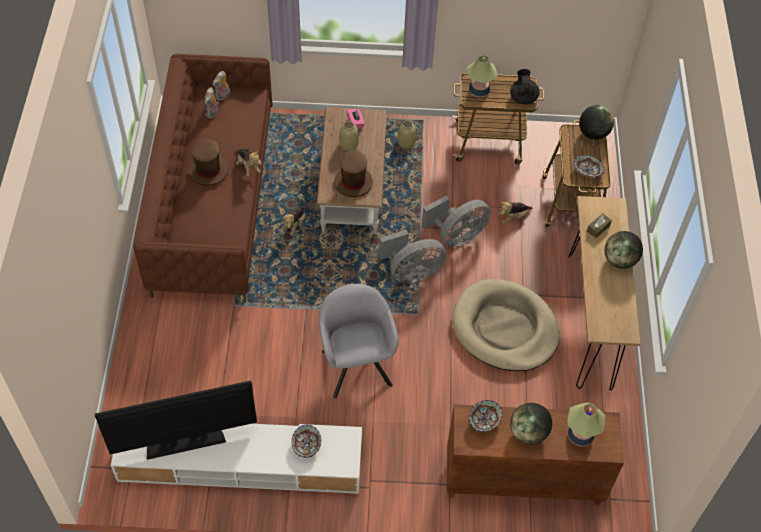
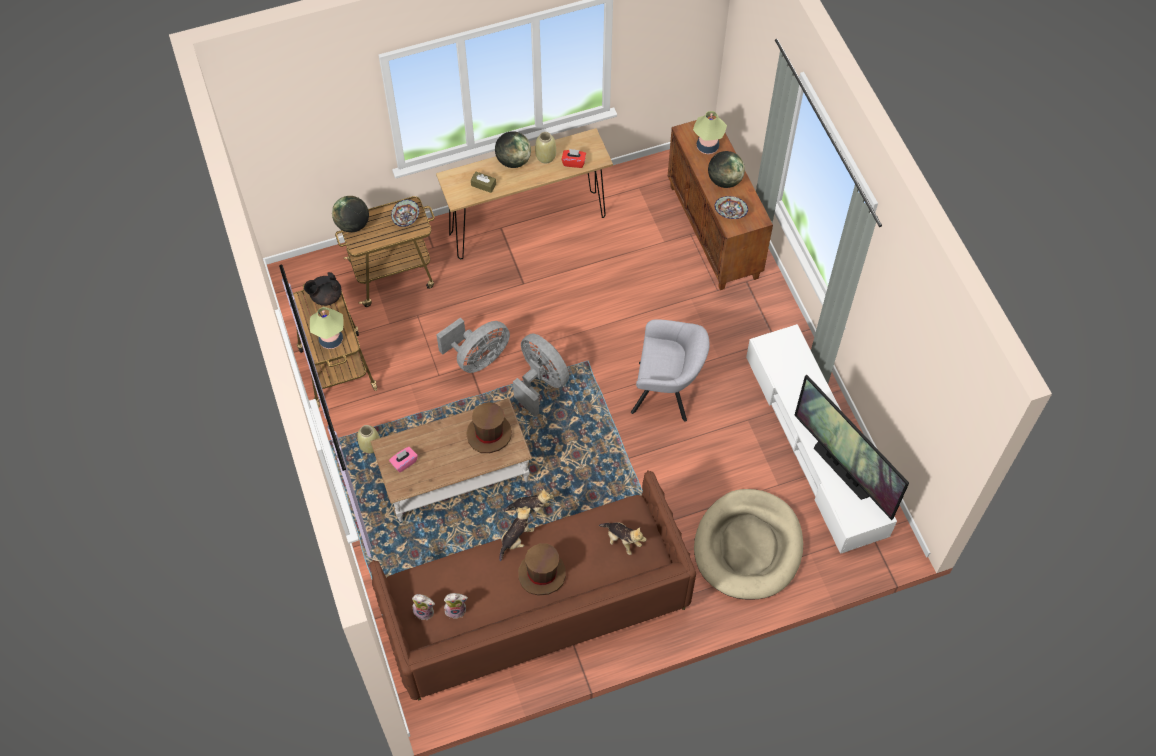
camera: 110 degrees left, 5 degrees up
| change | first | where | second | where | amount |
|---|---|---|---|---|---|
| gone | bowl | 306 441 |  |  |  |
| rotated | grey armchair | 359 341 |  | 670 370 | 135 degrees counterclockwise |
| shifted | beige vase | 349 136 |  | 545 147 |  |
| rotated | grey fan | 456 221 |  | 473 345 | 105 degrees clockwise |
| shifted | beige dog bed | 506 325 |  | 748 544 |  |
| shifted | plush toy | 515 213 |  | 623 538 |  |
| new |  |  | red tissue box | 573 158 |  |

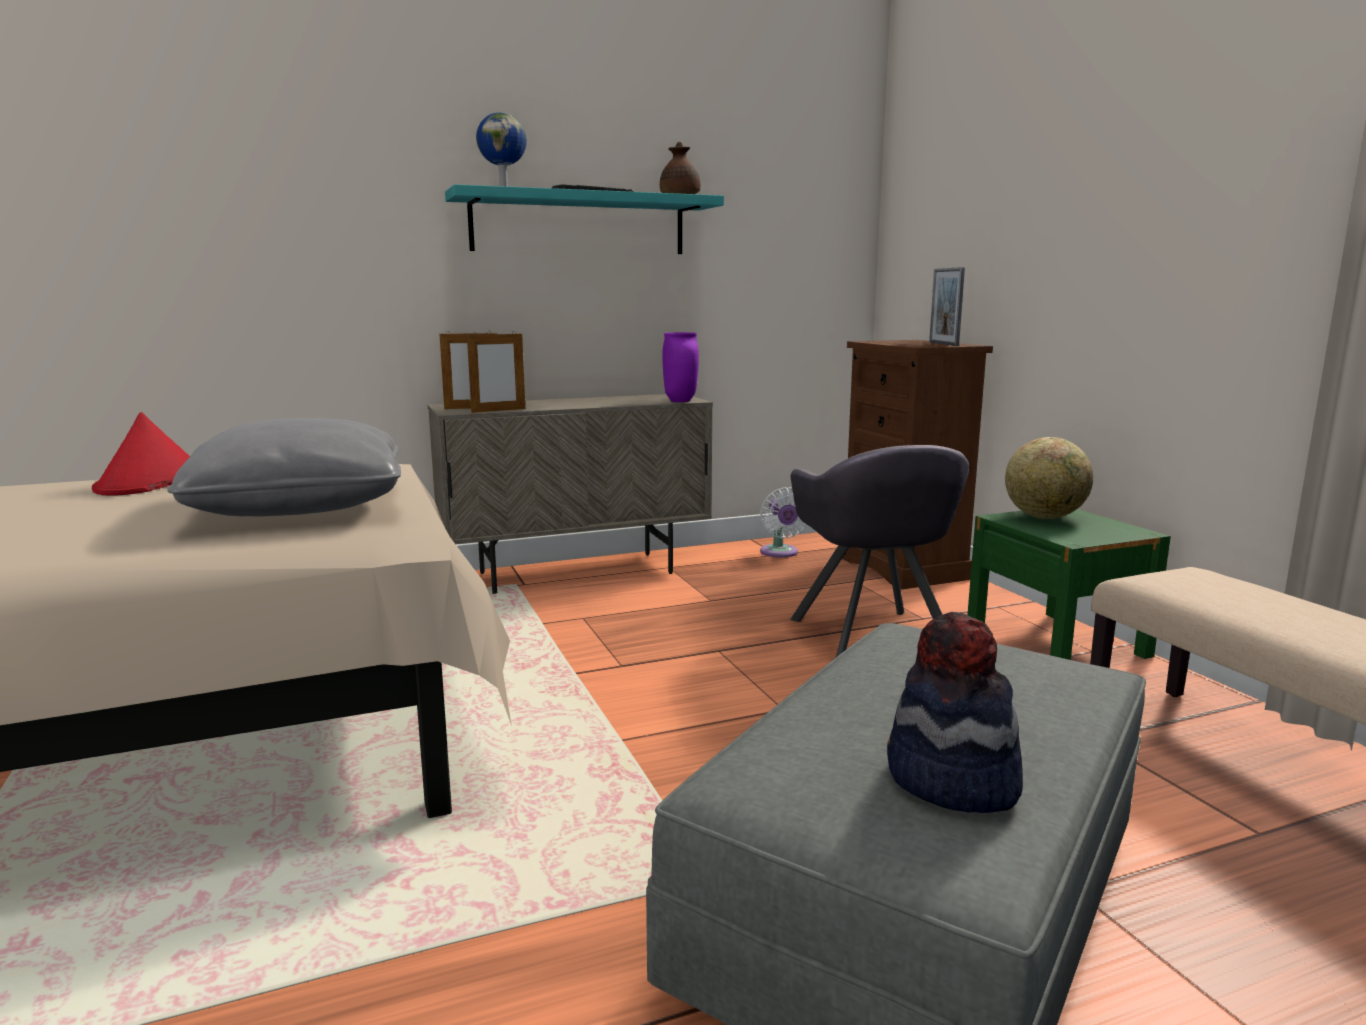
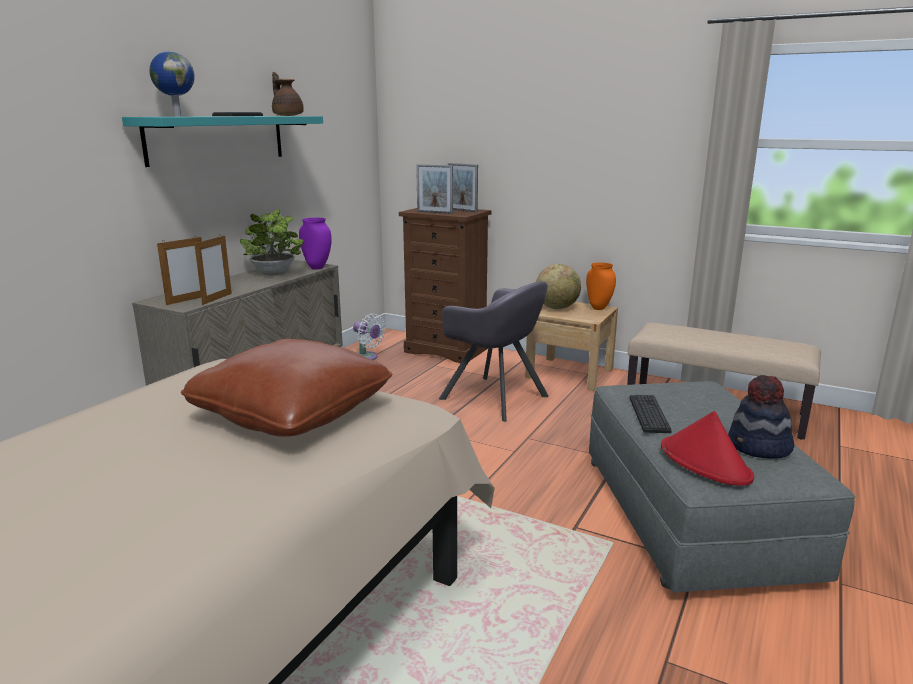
camera: 40 degrees left, 5 degrees up
| change | first | where | second | where | amount |
|---|---|---|---|---|---|
| shifted | red hat | 141 453 |  | 707 448 |  |
| repainted | grey pillow | 284 467 | brown pillow | 286 387 |  |
| repainted | green nightstand | 1069 584 | beige nightstand | 571 346 |  |
| new |  |  | potted plant | 272 242 |  |
| new |  |  | picture frame | 434 189 |  |
| new |  |  | orange vase | 601 286 |  |
| new |  |  | keyboard | 651 414 |  |

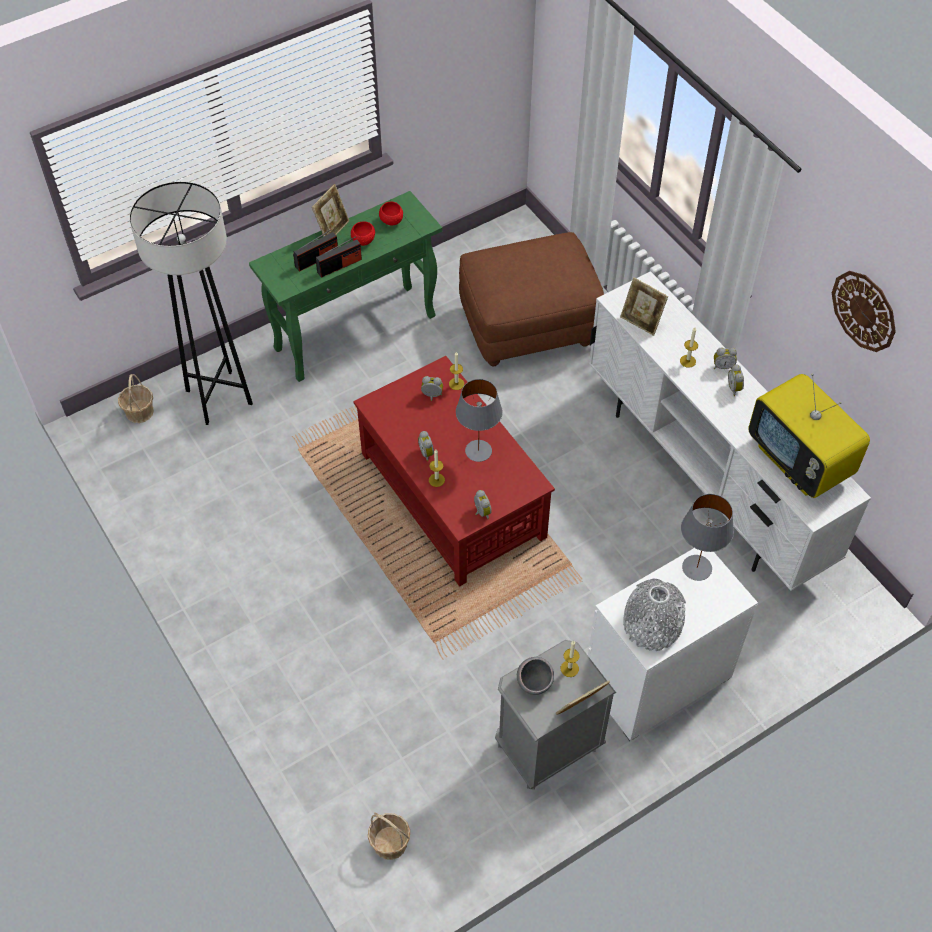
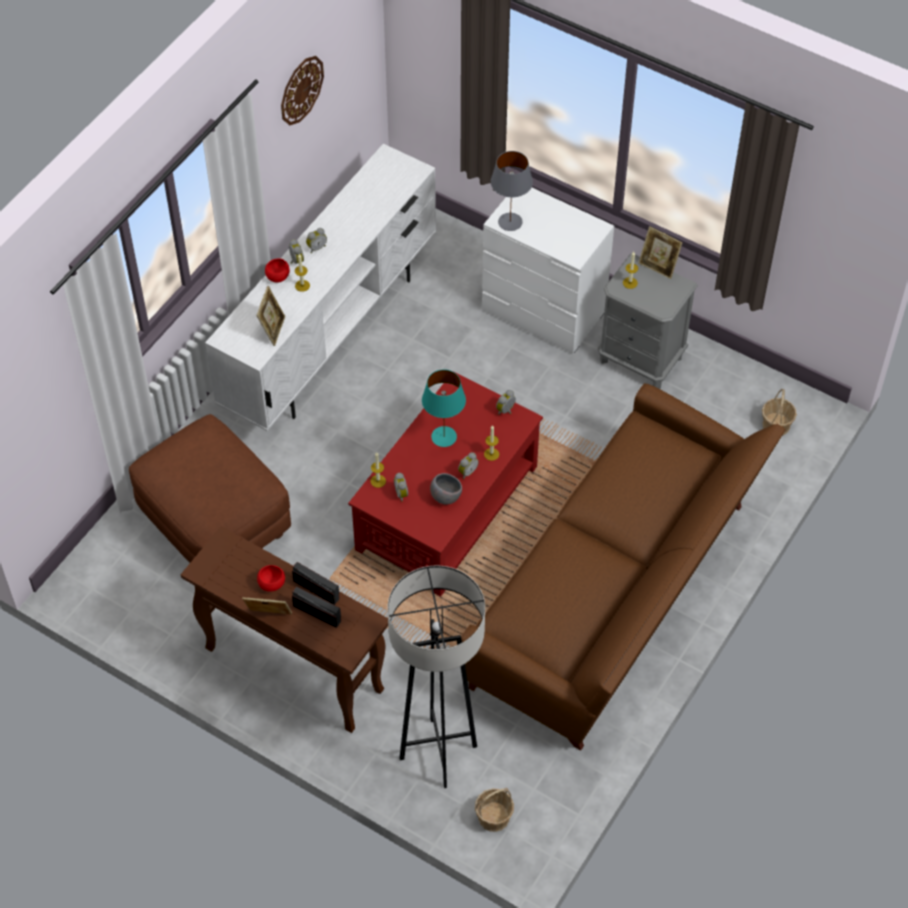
camera: 115 degrees left, 0 degrees up
| change | first | where | second | where | amount |
|---|---|---|---|---|---|
| repainted | green console table | 345 286 | brown console table | 284 629 |  |
| shifted | red bowl | 391 213 |  | 277 270 |  |
| repainted | grey table lamp | 479 420 | turquoise table lamp | 444 408 |  |
| shifted | grey bowl | 535 676 |  | 446 489 |  |
| gone | grey vase | 654 614 |  |  |  |
| gone | television | 809 436 |  |  |  |
| new |  |  | brown sofa | 623 566 |  |

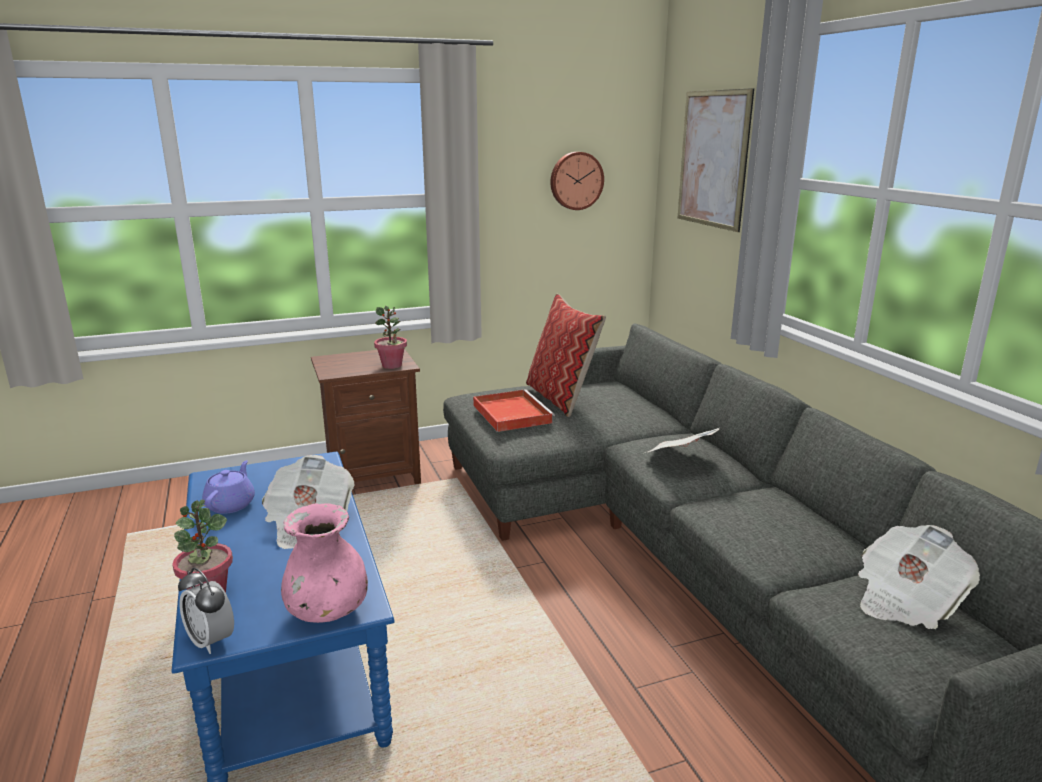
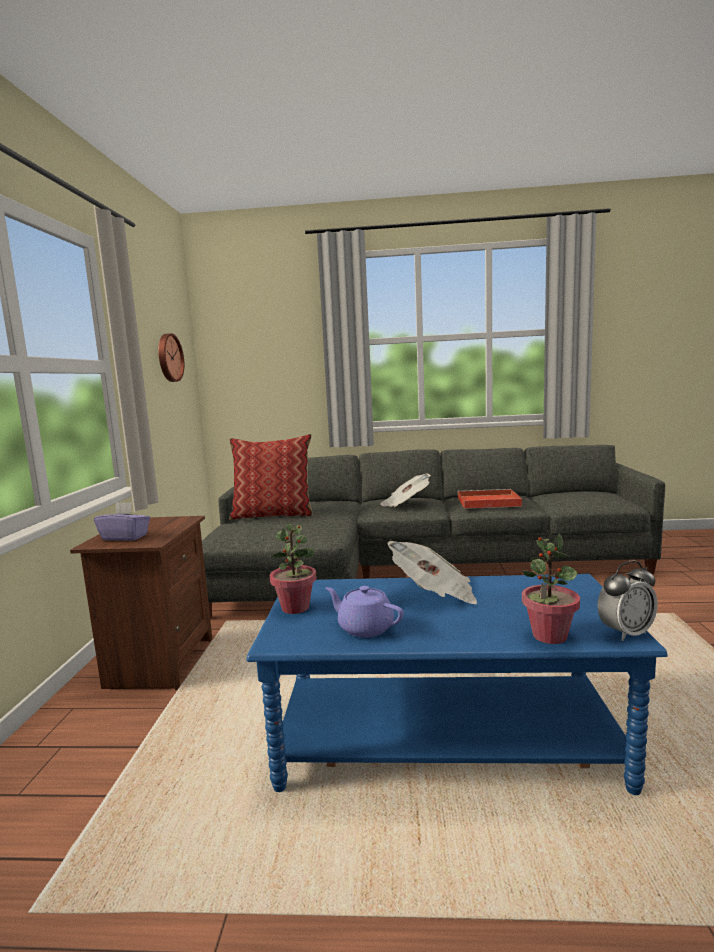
camera: 65 degrees left, 10 degrees down
| change | first | where | second | where | amount |
|---|---|---|---|---|---|
| gone | pink vase | 324 563 |  |  |  |
| shifted | potted plant | 390 337 |  | 293 569 |  |
| shifted | red tray | 514 410 |  | 490 499 |  |
| gone | picture | 716 160 |  |  |  |
| gone | newspaper | 919 577 |  |  |  |
| new |  |  | purple tissue box | 122 521 |  |

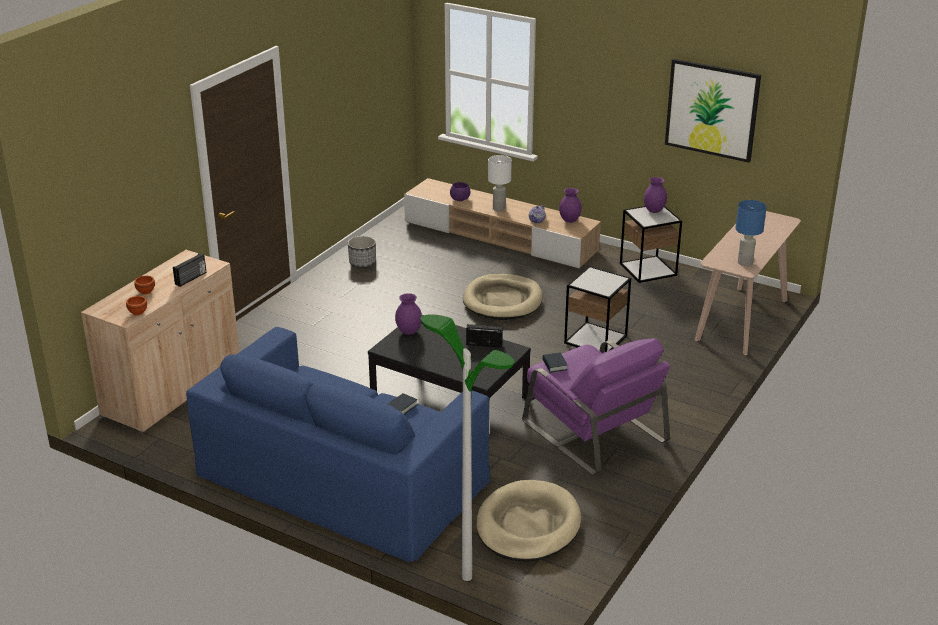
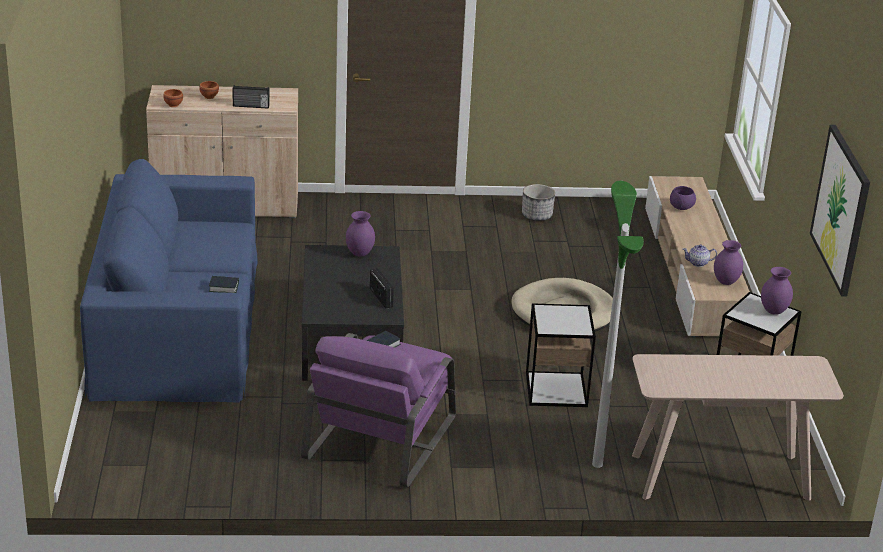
camera: 55 degrees right, 0 degrees up
| change | first | where | second | where | amount |
|---|---|---|---|---|---|
| shifted | floor lamp | 467 447 |  | 618 324 |  |
| gone | beige dog bed | 528 521 |  |  |  |
| gone | white table lamp | 500 183 |  |  |  |
| gone | blue table lamp | 751 233 |  |  |  |

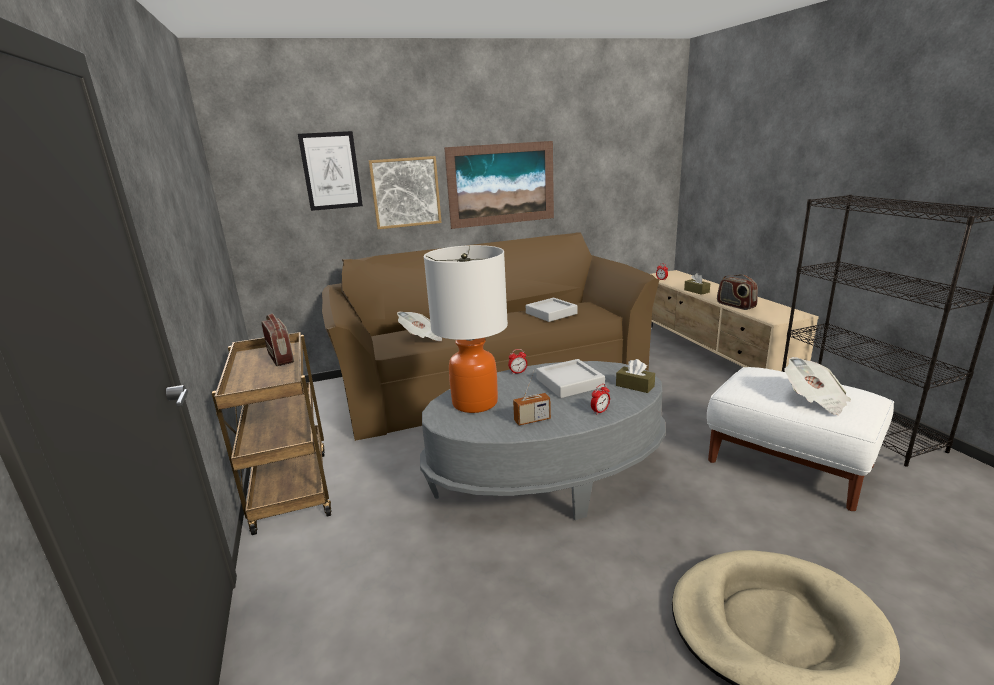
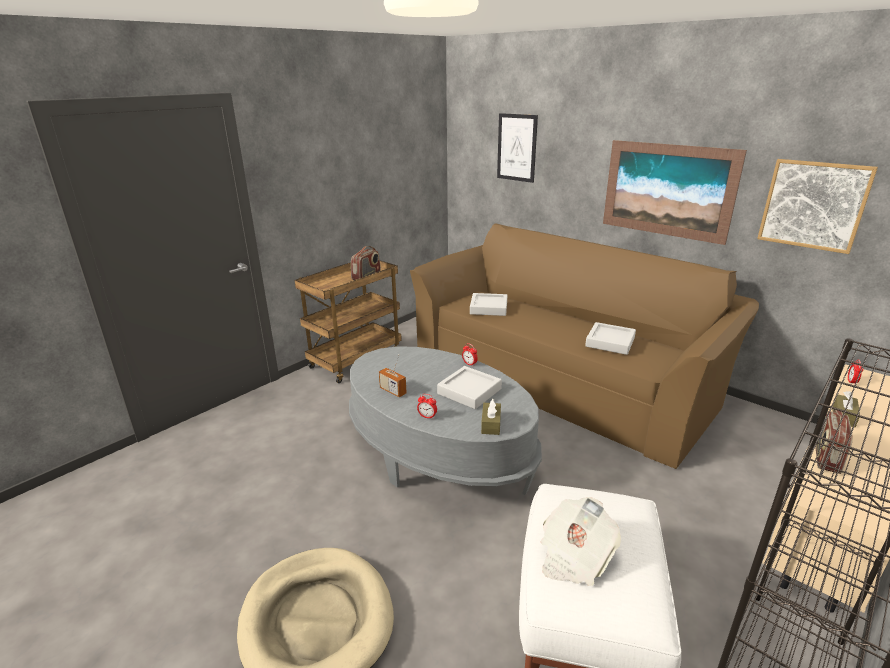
camera: 60 degrees right, 5 degrees up
| change | first | where | second | where | amount |
|---|---|---|---|---|---|
| shifted | picture | 405 192 |  | 817 206 |  |
| swapped | newspaper | 419 326 | grey tray | 488 304 |  |
| gone | table lamp | 466 329 |  |  |  |

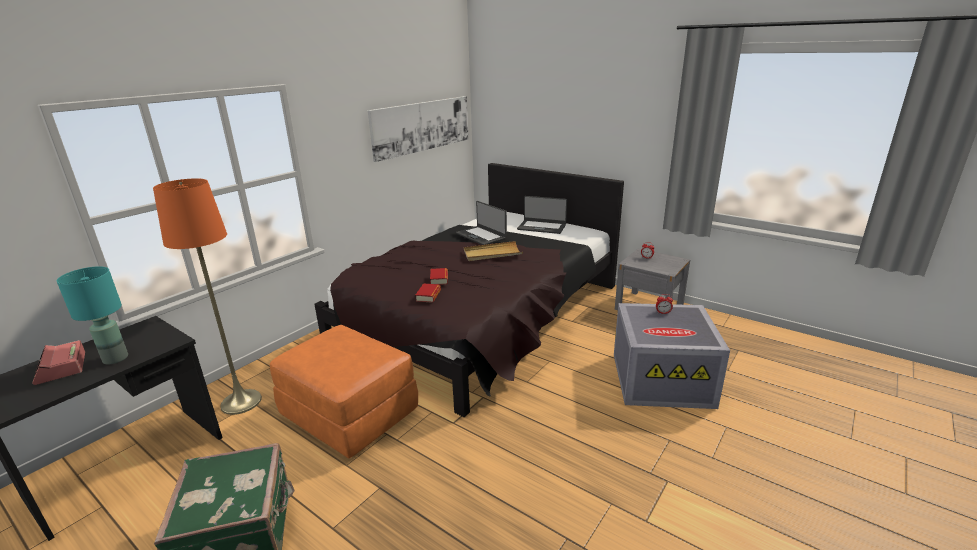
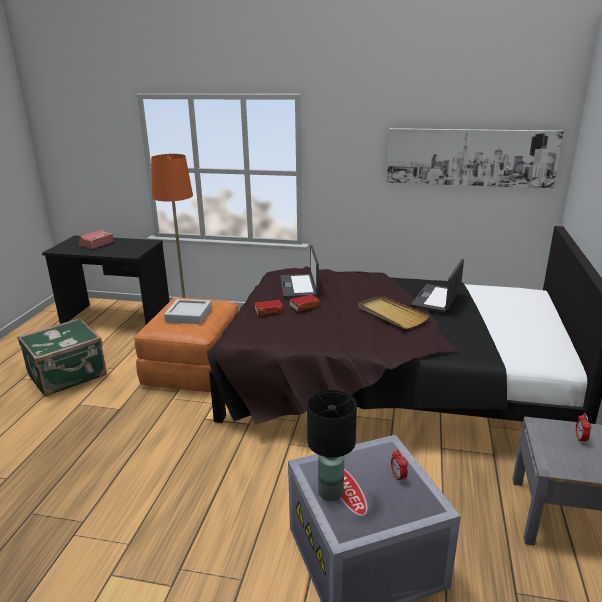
camera: 65 degrees right, 0 degrees up
| change | first | where | second | where | amount |
|---|---|---|---|---|---|
| gone | turquoise table lamp | 92 315 |  |  |  |
| shifted | laptop | 542 215 |  | 299 271 |  |
| new |  |  | grey tray | 188 311 |  |
| new |  |  | black table lamp | 332 445 |  |

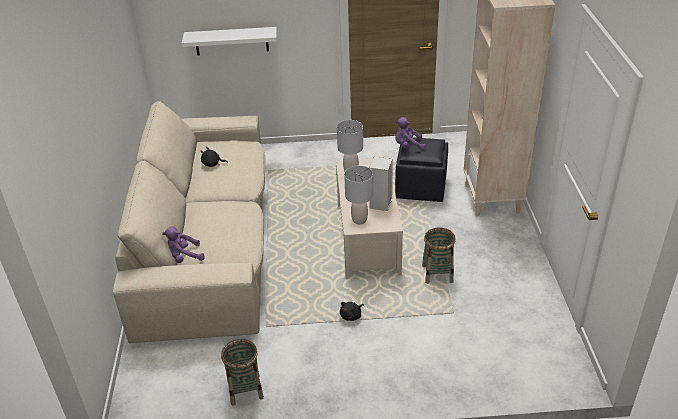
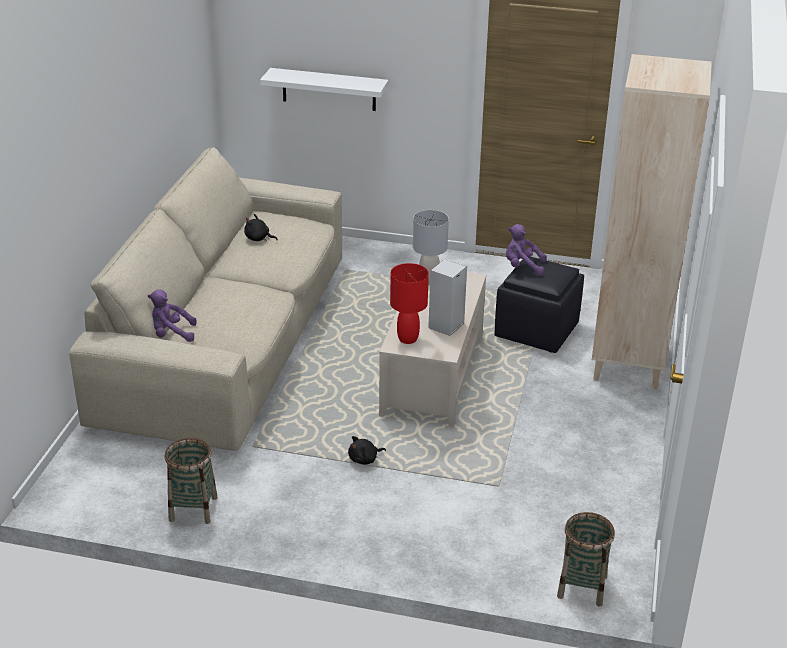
camera: 15 degrees right, 5 degrees down
| change | first | where | second | where | amount |
|---|---|---|---|---|---|
| repainted | grey table lamp | 358 195 | red table lamp | 409 303 |  |
| shifted | basket | 439 255 |  | 586 559 |  |

